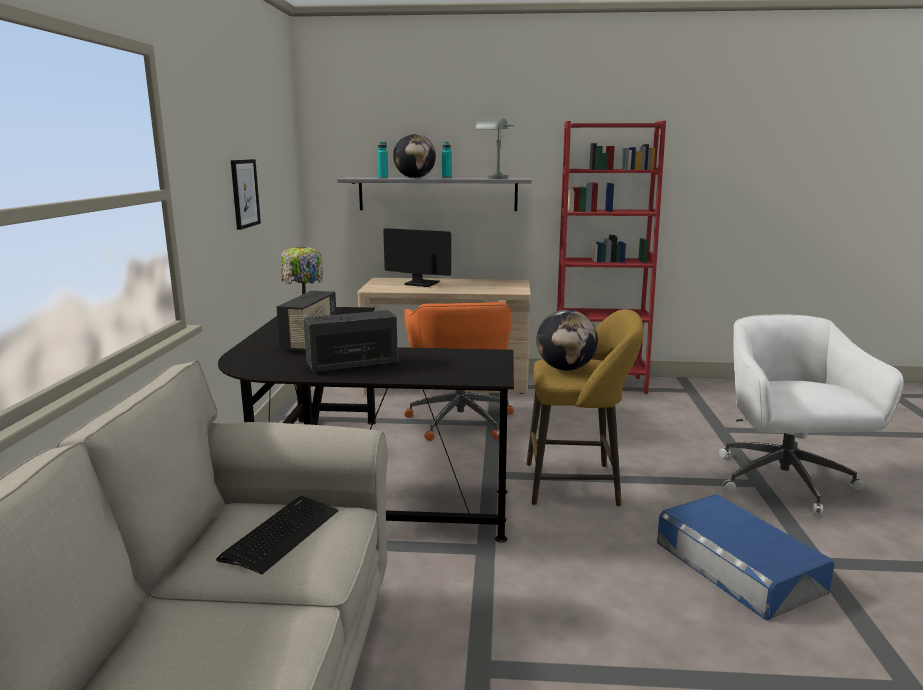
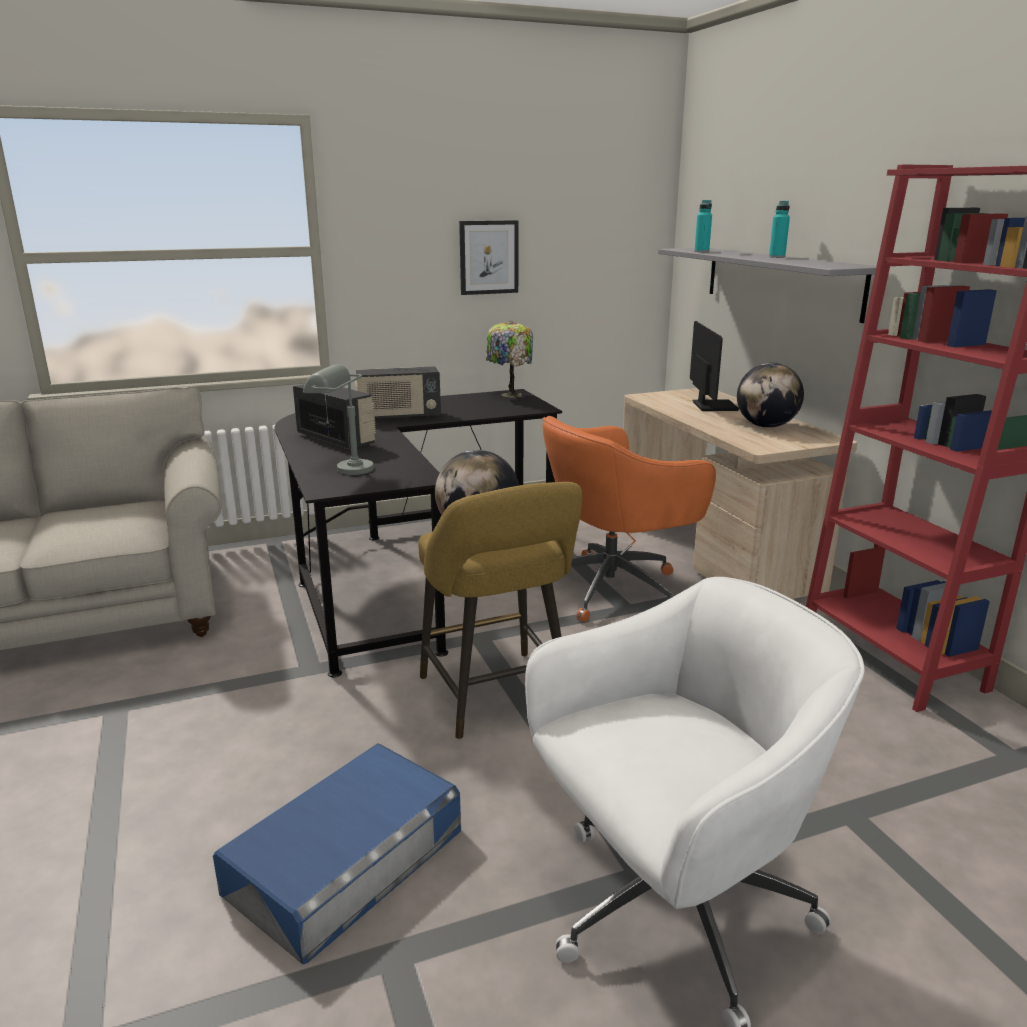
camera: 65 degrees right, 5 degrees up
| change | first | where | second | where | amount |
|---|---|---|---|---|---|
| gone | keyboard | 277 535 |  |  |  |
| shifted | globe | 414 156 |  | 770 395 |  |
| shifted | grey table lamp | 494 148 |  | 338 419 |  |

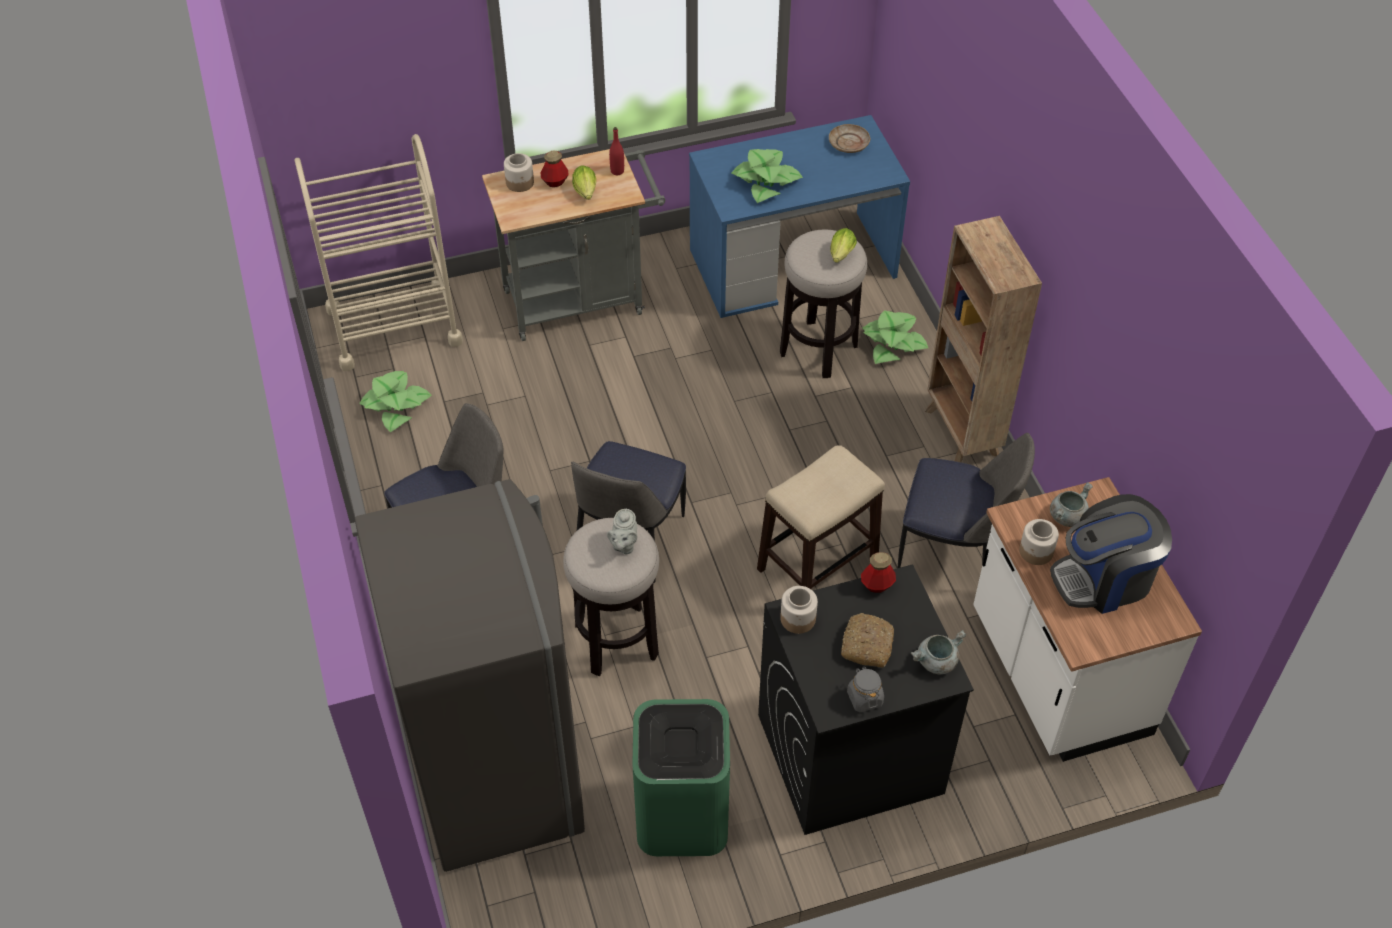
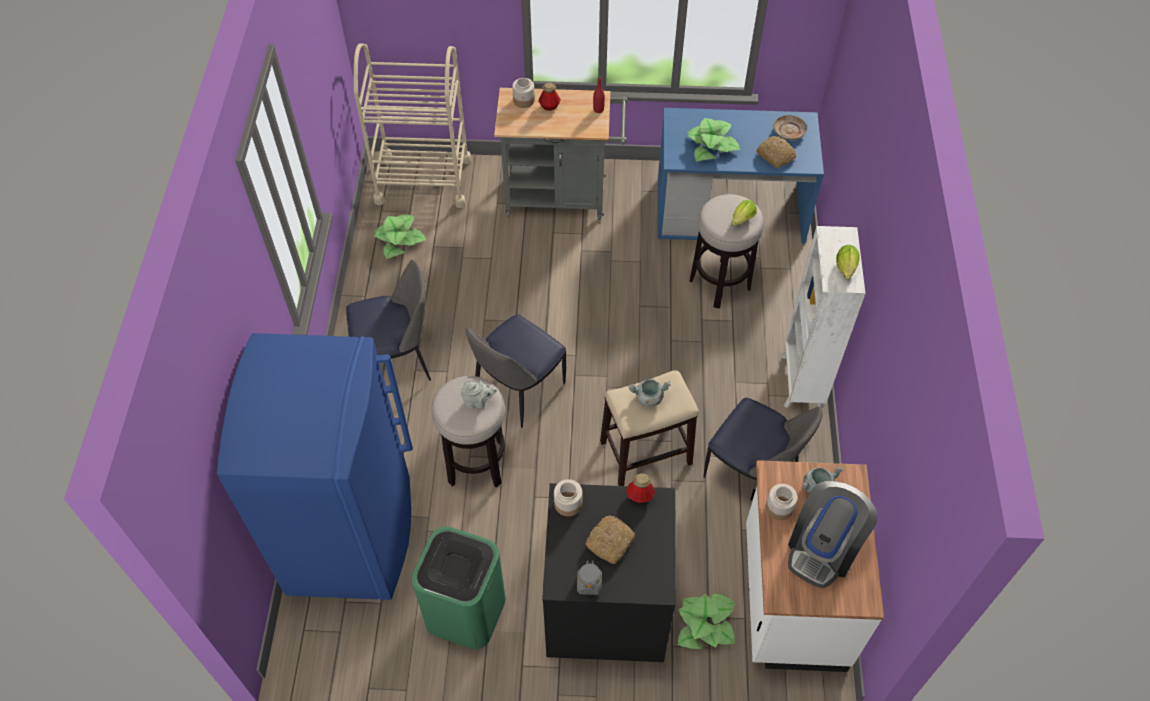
camera: 20 degrees right, 5 degrees up
| change | first | where | second | where | amount |
|---|---|---|---|---|---|
| repainted | grey fridge | 470 675 | blue fridge | 315 466 |  |
| shifted | lettuce | 584 183 |  | 848 262 |  |
| rotated | grey teapot | 622 531 |  | 479 394 | 120 degrees counterclockwise |
| shifted | potted plant | 895 337 |  | 707 621 |  |
| shifted | grey cooking pot | 938 652 |  | 649 393 |  |
| repainted | brown bookcase | 983 339 | white bookcase | 822 317 |  |
| rotated | coffee machine | 1111 554 |  | 833 534 | 60 degrees counterclockwise |
| new |  |  | bread | 776 152 |  |

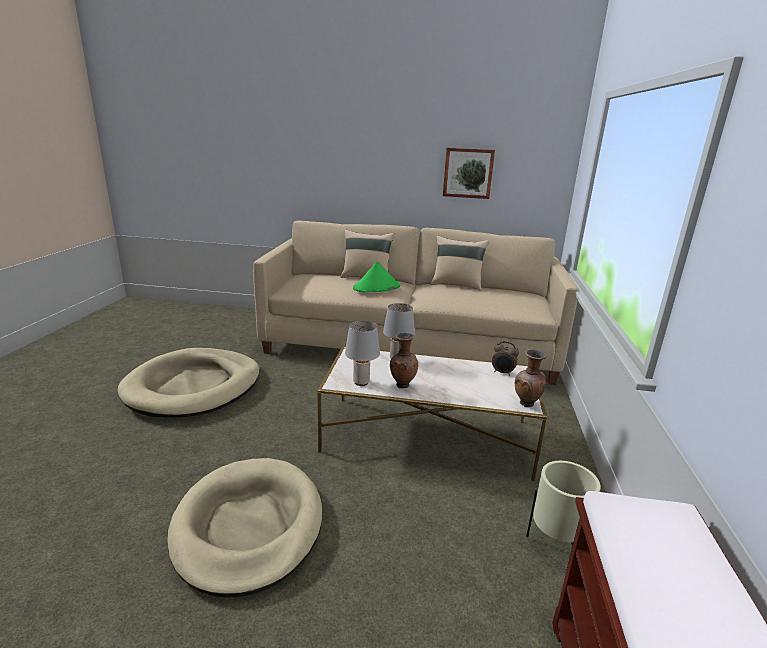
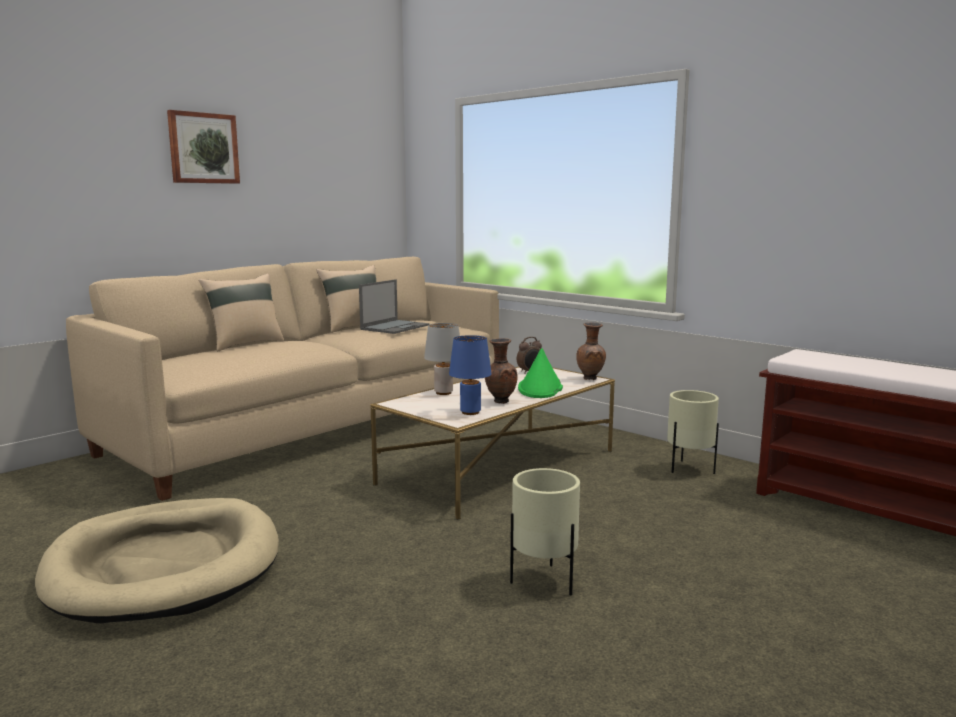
camera: 55 degrees left, 10 degrees down
| change | first | where | second | where | amount |
|---|---|---|---|---|---|
| swapped | beige dog bed | 244 528 | beige planter | 545 532 |  |
| repainted | grey table lamp | 362 353 | blue table lamp | 470 375 |  |
| shifted | green hat | 376 277 |  | 540 373 |  |
| shifted | picture | 469 173 |  | 203 147 |  |
| new |  |  | laptop | 394 306 |  |

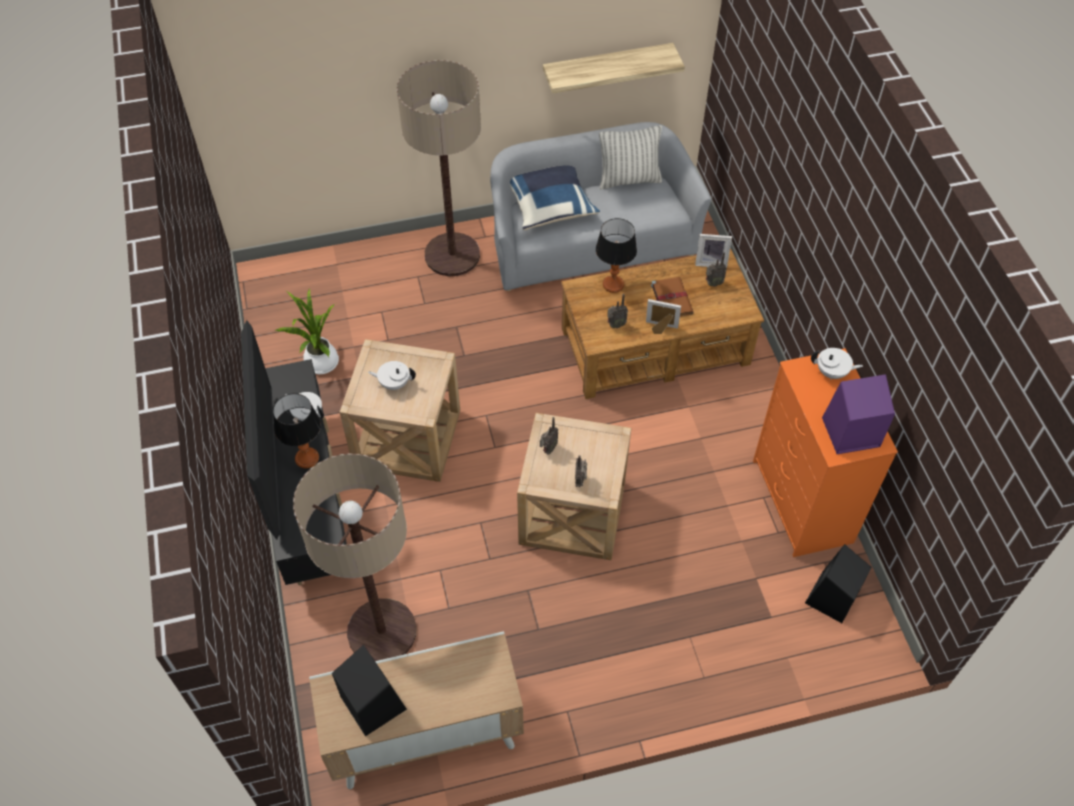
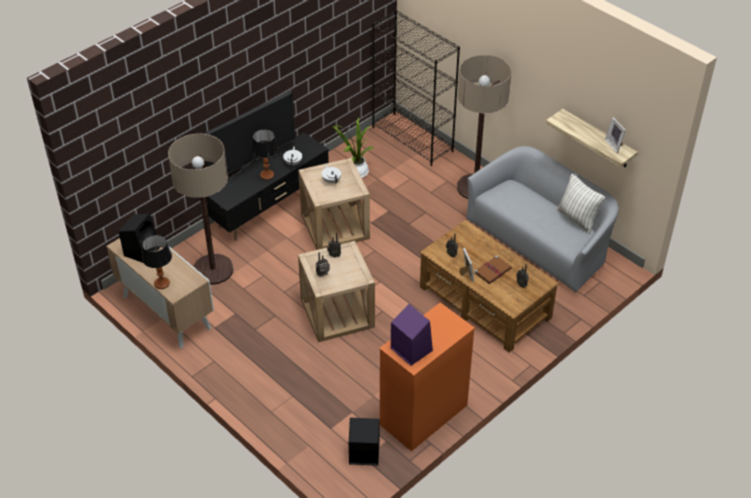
camera: 60 degrees right, 10 degrees down
| change | first | where | second | where | amount |
|---|---|---|---|---|---|
| gone | blue pillow | 555 197 |  |  |  |
| shifted | table lamp | 616 255 |  | 157 262 |  |
| shifted | picture frame | 713 251 |  | 615 135 |  |
| gone | white teapot | 837 364 |  |  |  |
| new |  |  | black bookcase | 416 88 |  |

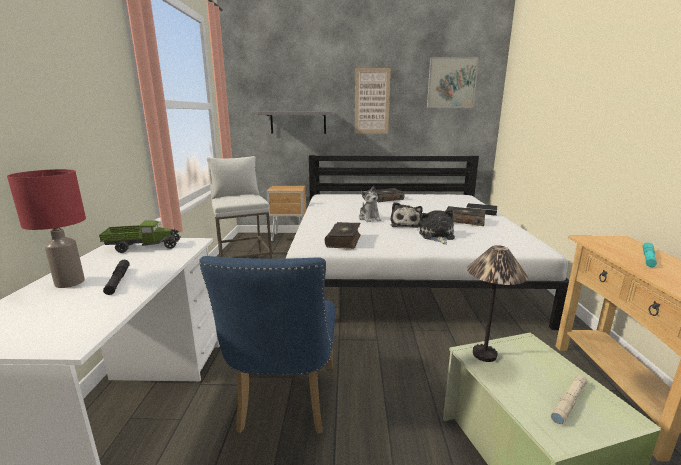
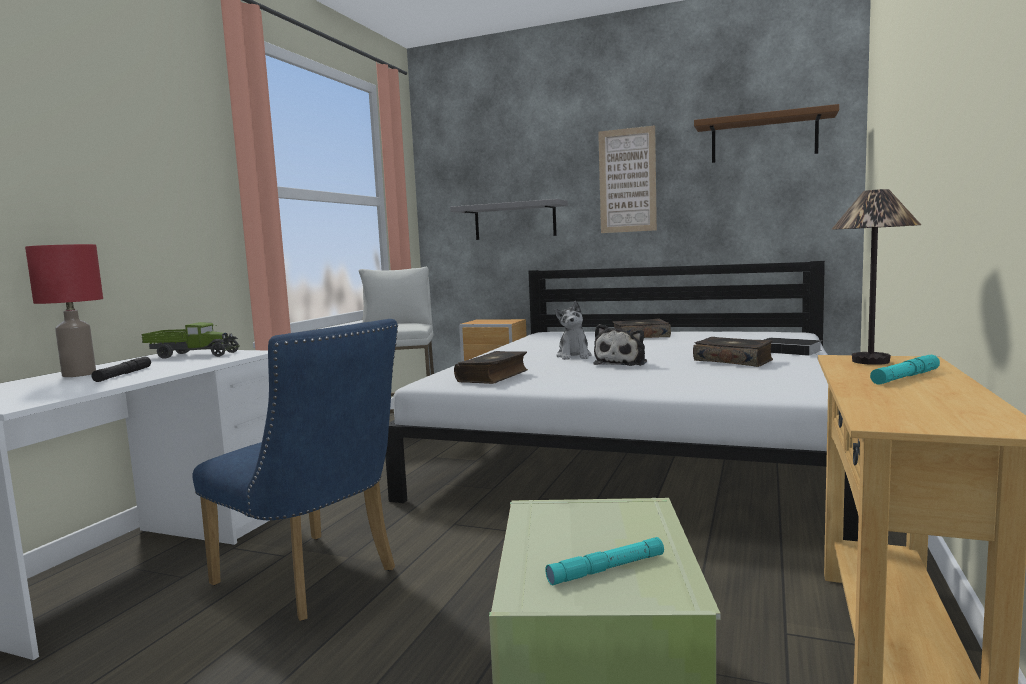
camera: 20 degrees right, 10 degrees down
| change | first | where | second | where | amount |
|---|---|---|---|---|---|
| rotated | blue chair | 267 345 |  | 295 470 | 75 degrees counterclockwise |
| gone | plush toy | 437 227 |  |  |  |
| swapped | picture | 453 82 | brown shelf | 766 133 |  |
| shifted | table lamp | 497 303 |  | 876 277 |  |
| repainted | beige flashlight | 569 400 | turquoise flashlight | 604 561 |  |

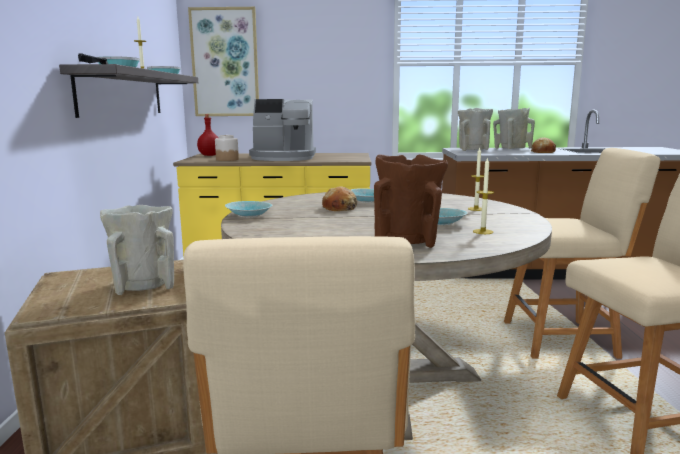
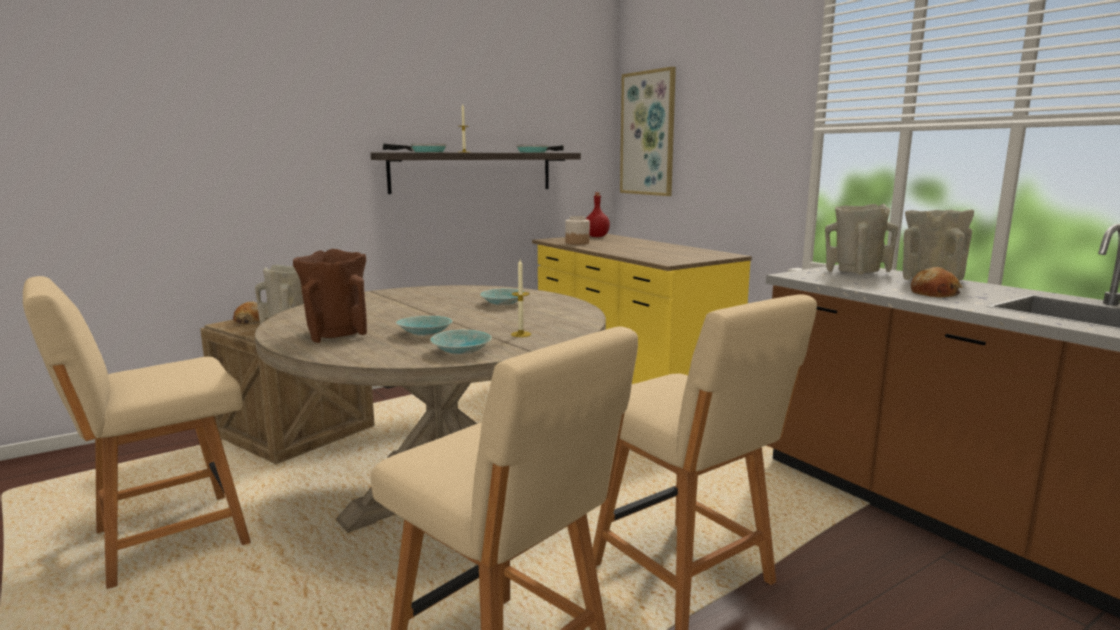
camera: 55 degrees right, 0 degrees up
| change | first | where | second | where | amount |
|---|---|---|---|---|---|
| shifted | turquoise bowl | 248 209 |  | 461 342 |  |
| gone | coffee machine | 282 130 |  |  |  |
| shifted | bread | 339 198 |  | 250 313 |  |
| gone | candle | 483 195 |  |  |  |

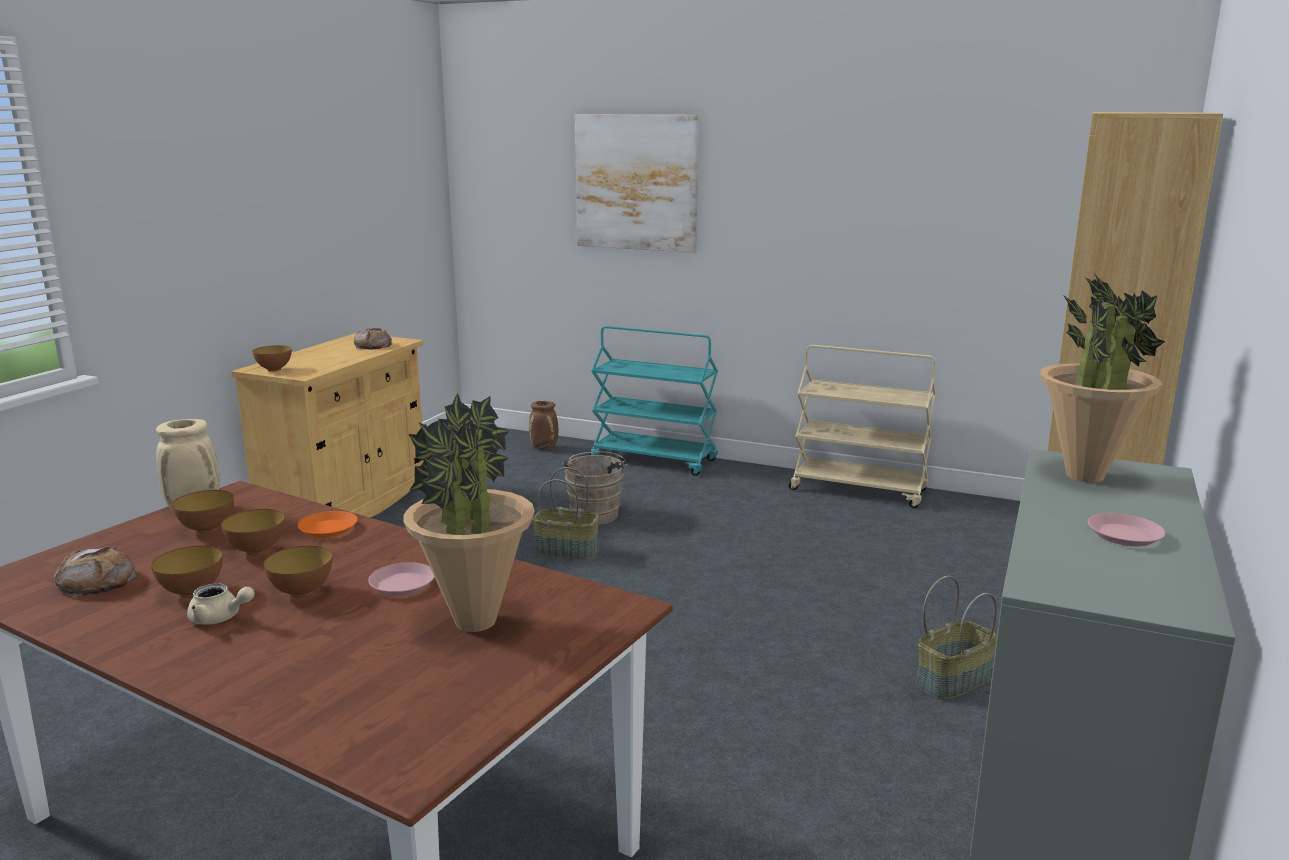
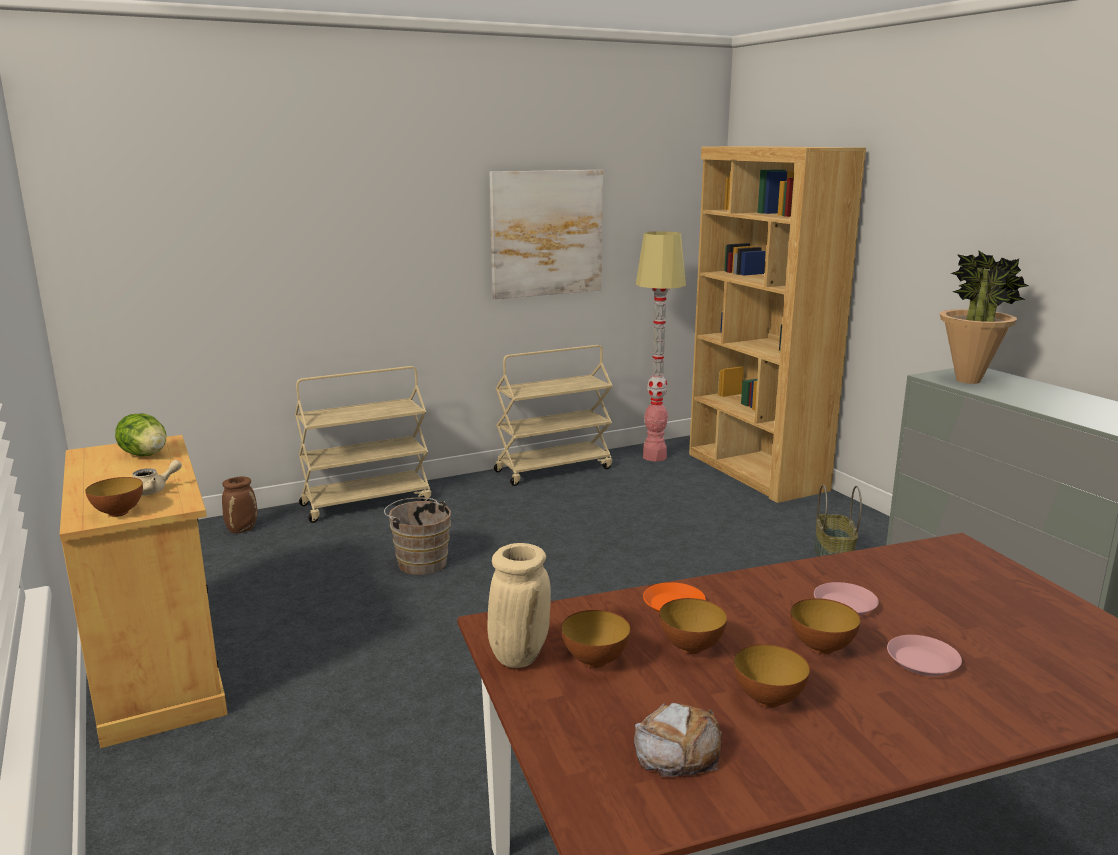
camera: 50 degrees left, 0 degrees up
| change | first | where | second | where | amount |
|---|---|---|---|---|---|
| shifted | beige teapot | 221 604 |  | 157 478 |  |
| swapped | bread | 373 339 | lettuce | 140 435 |  |
| gone | potted plant | 469 512 |  |  |  |
| gone | basket | 566 513 |  |  |  |
| shifted | picture | 637 184 |  | 546 234 |  |
| repainted | turquoise cart | 653 401 | beige cart | 363 444 |  |
| shifted | pink plate | 1127 529 |  | 924 655 |  |
| new |  |  | floor lamp | 661 346 |  |

